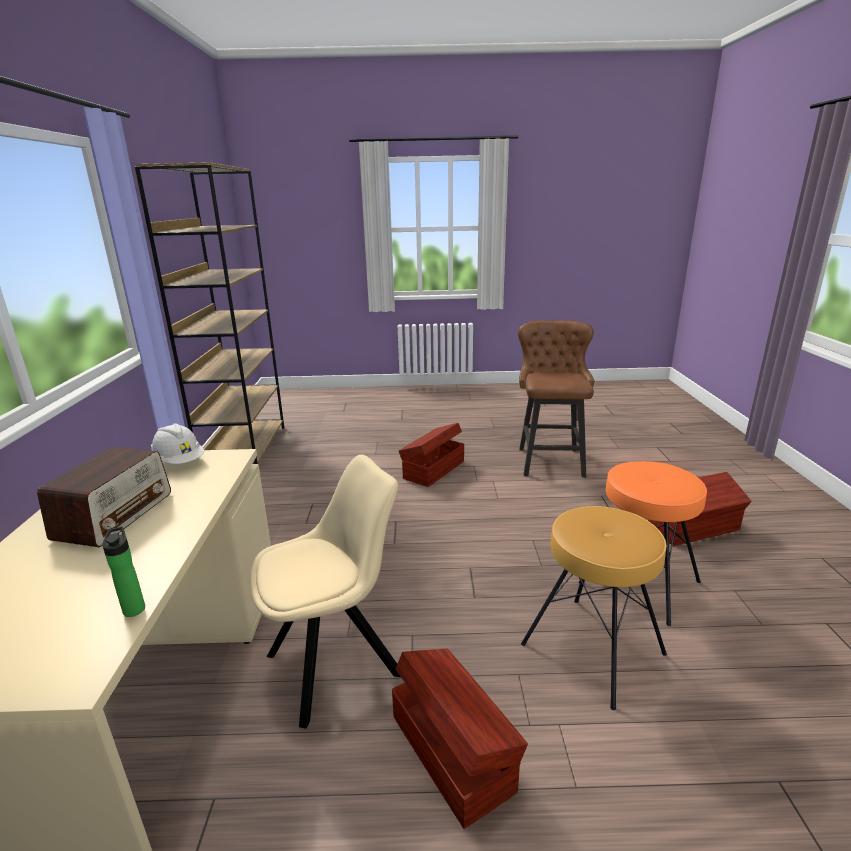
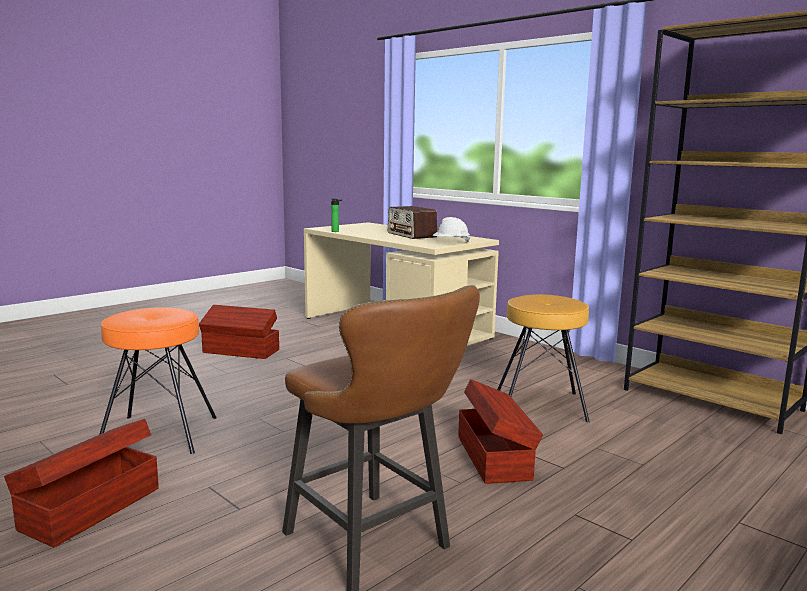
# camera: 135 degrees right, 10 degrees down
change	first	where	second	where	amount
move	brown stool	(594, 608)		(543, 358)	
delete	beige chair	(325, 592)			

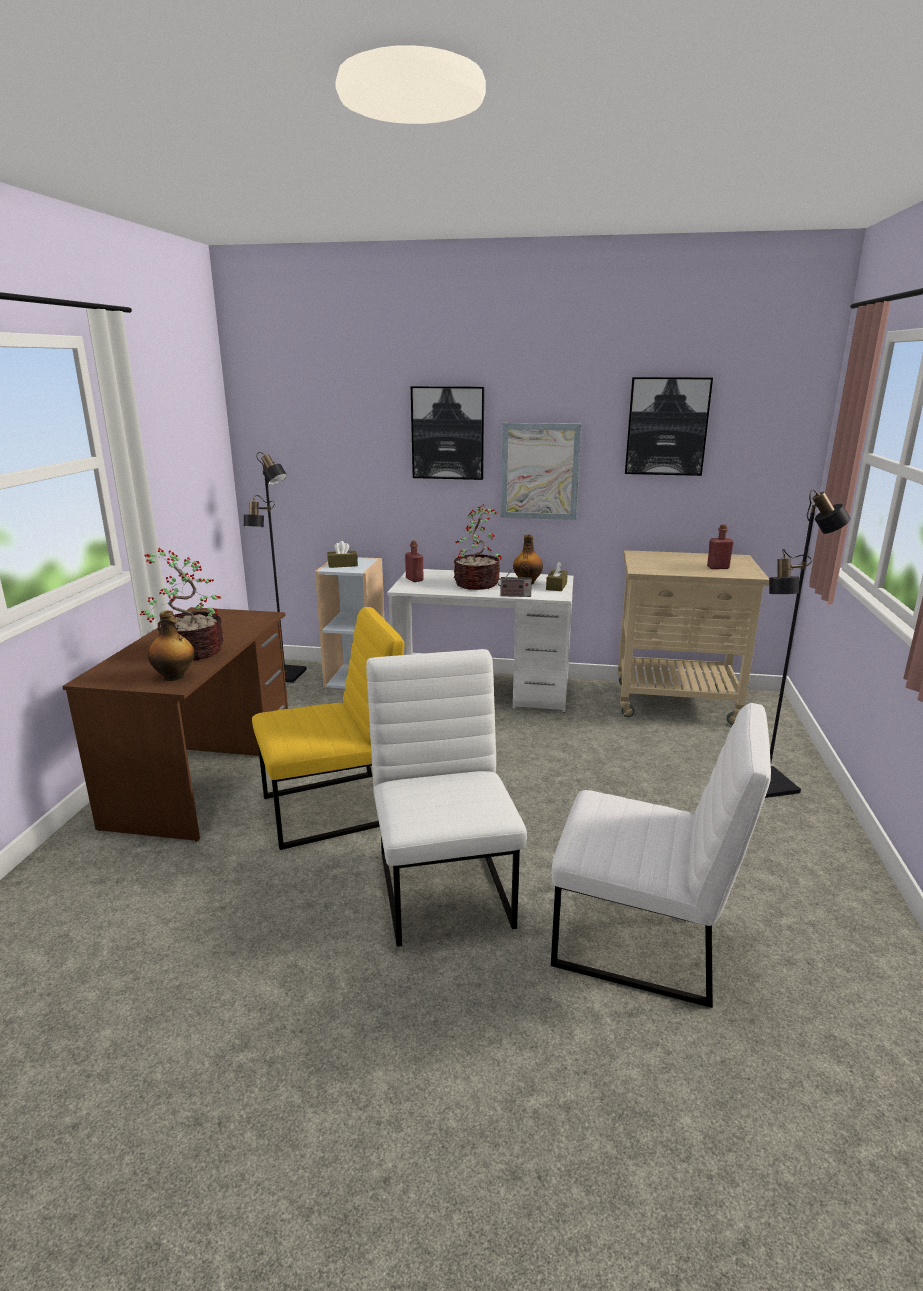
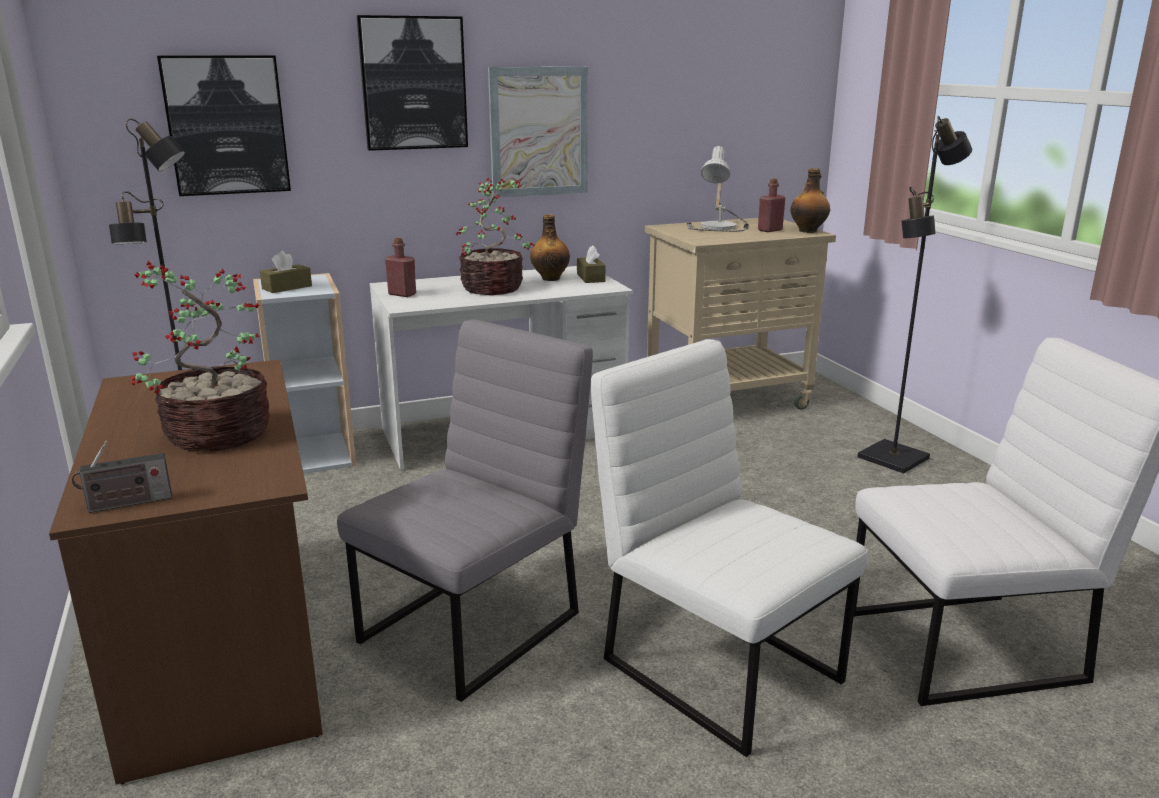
# camera: 30 degrees left, 0 degrees up
change	first	where	second	where	amount
move	radio	(514, 583)		(122, 477)	
move	picture	(669, 426)		(224, 125)	
recolor	yellow chair	(328, 728)	grey chair	(465, 511)	
insert			table lamp	(718, 189)	
move	bottle	(171, 645)		(810, 200)	

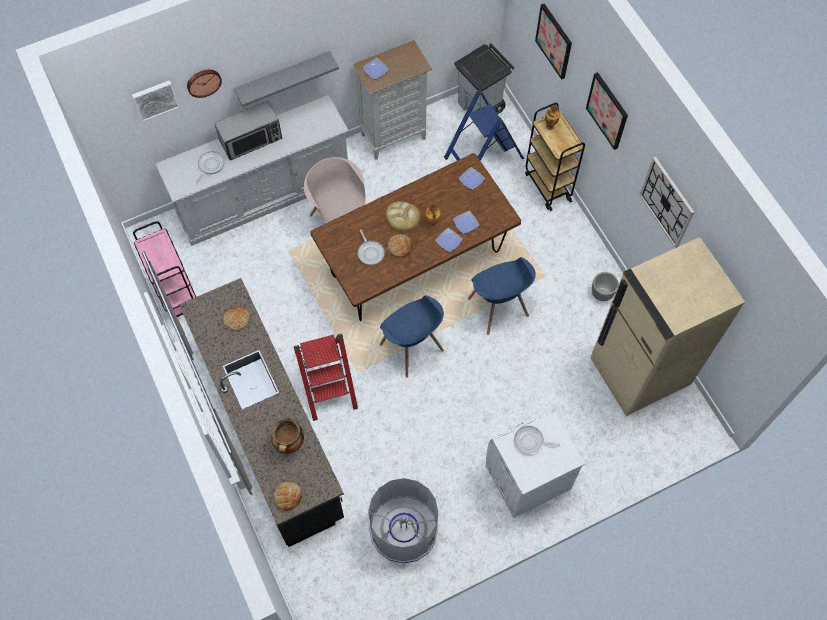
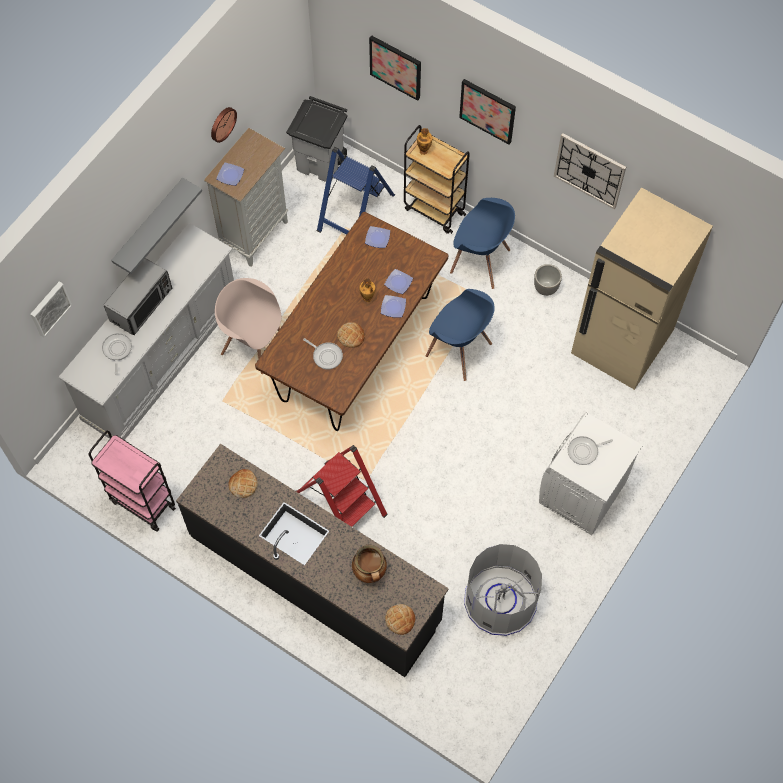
# camera: 30 degrees left, 0 degrees up
change	first	where	second	where	amount
move	wall clock	(204, 84)		(224, 125)	
move	blue chair	(412, 336)		(482, 243)	
delete	bread	(402, 216)			

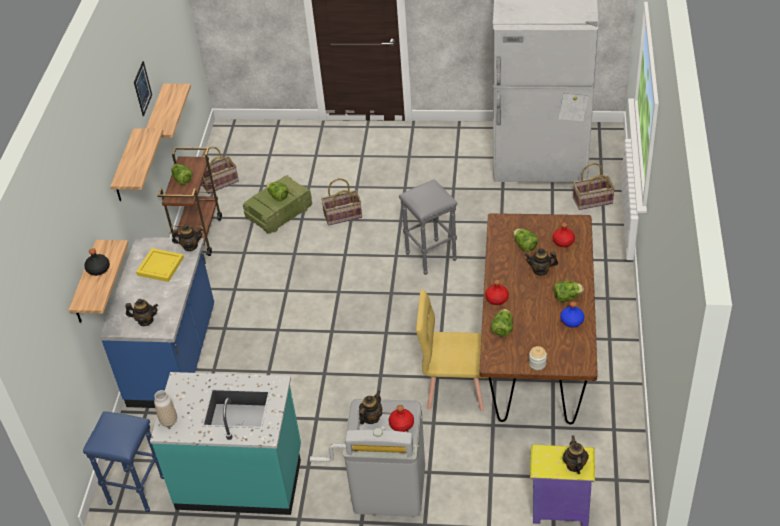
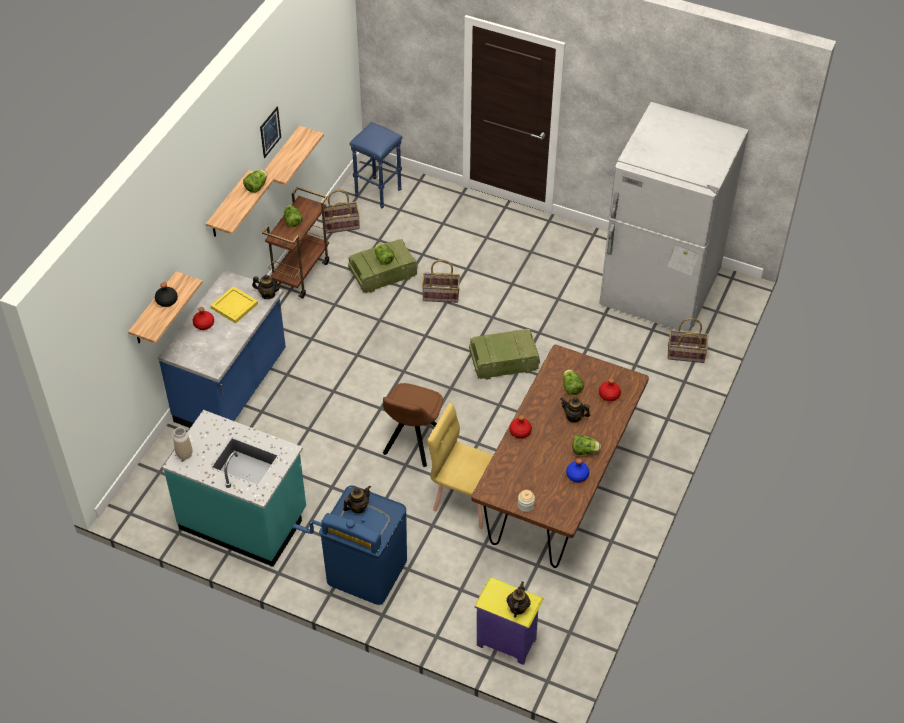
# camera: 15 degrees right, 5 degrees up
change	first	where	second	where	amount
move	red bottle	(401, 418)		(203, 318)	
move	lettuce	(502, 323)		(255, 181)	
recolor	grey washing machine	(367, 458)	blue washing machine	(350, 545)	
move	blue stool	(123, 461)		(376, 165)	
insert			brown chair	(413, 425)	
replace	grey stool	(428, 227)	crate	(504, 354)	
delete	teapot	(141, 312)			

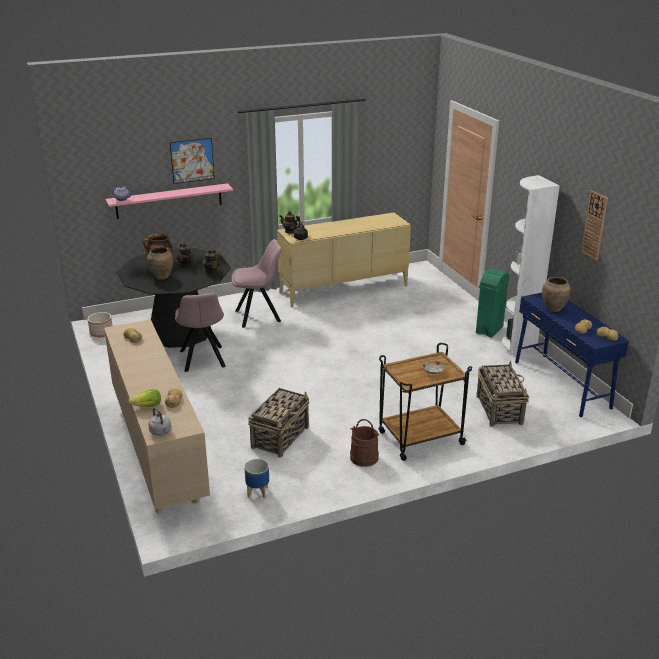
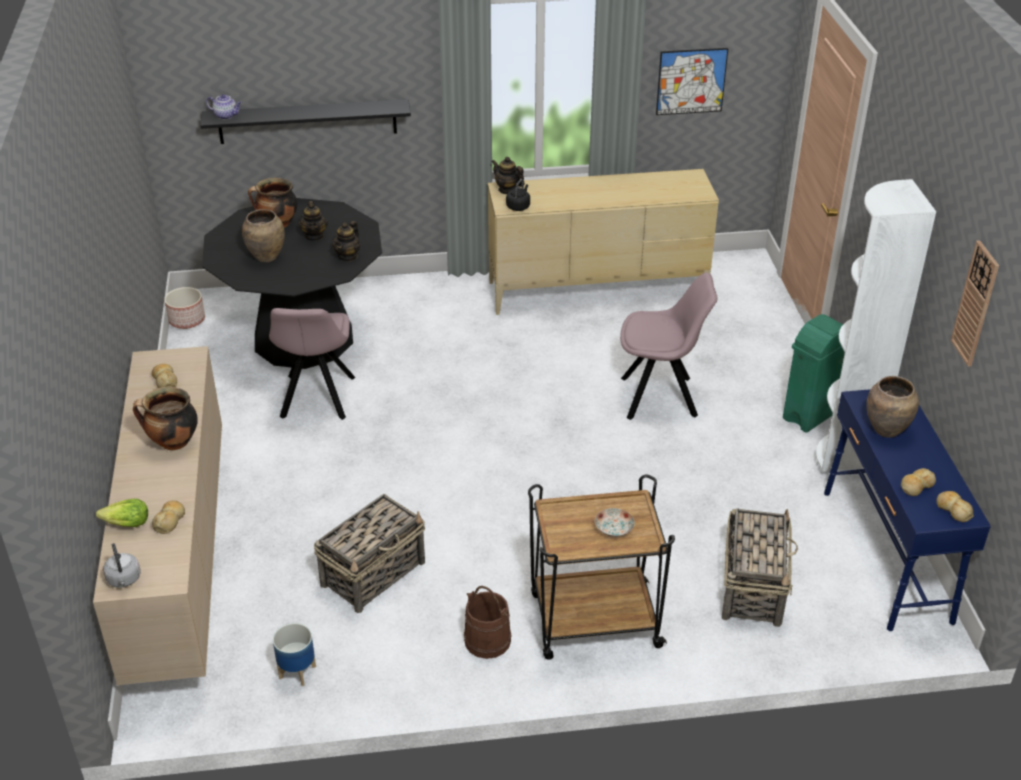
# camera: 15 degrees right, 10 degrees up
change	first	where	second	where	amount
insert			cooking pot	(165, 418)	
recolor	pink shelf	(169, 201)	black shelf	(305, 121)	
move	pink chair	(257, 283)		(668, 346)	
move	picture	(192, 161)		(692, 81)	

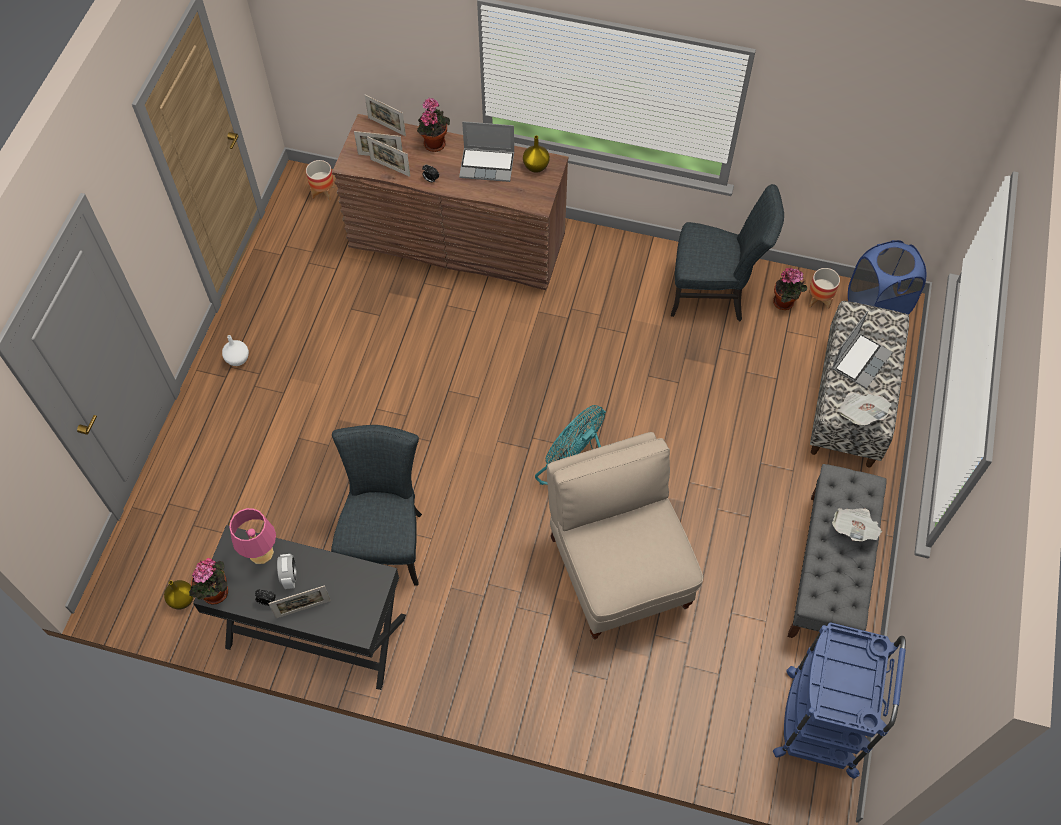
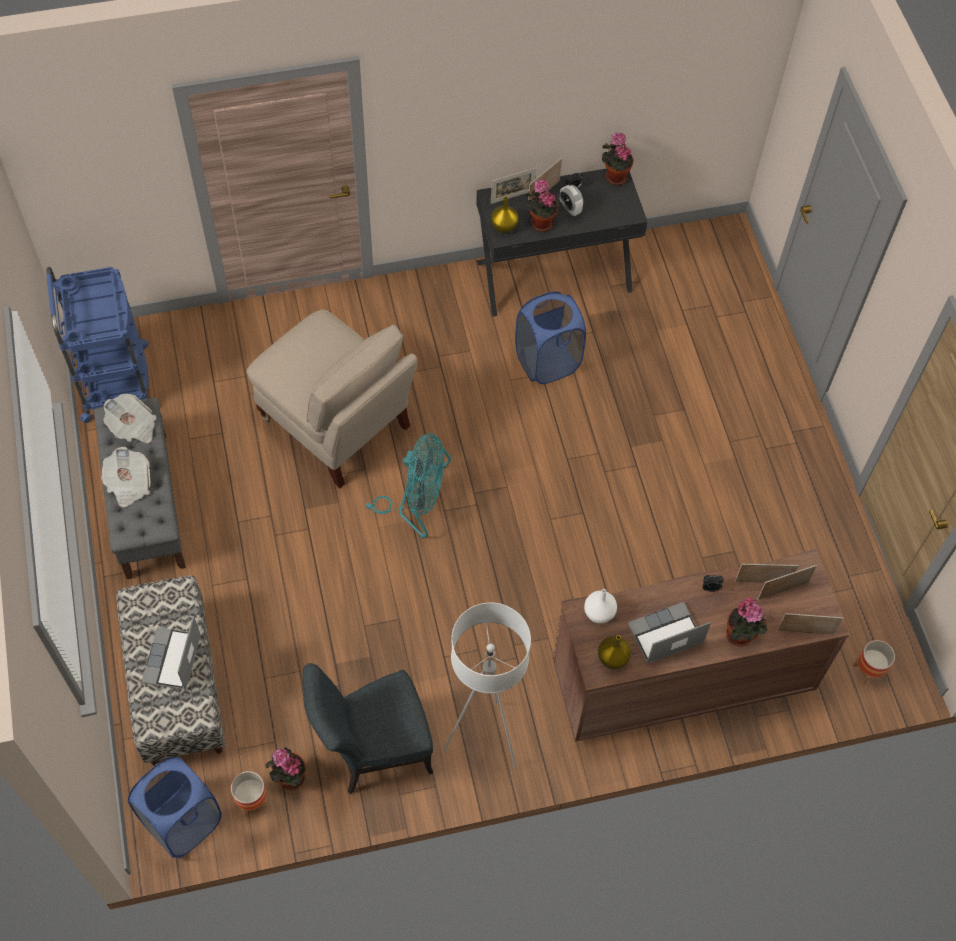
# camera: 150 degrees right, 0 degrees up
change	first	where	second	where	amount
move	newspaper	(864, 408)		(129, 418)	
insert			white floor lamp	(487, 685)	
insert			picture frame	(514, 186)	
move	yellow vase	(179, 594)		(505, 214)	
replace	grey chair	(376, 505)	blue laundry basket	(550, 337)	
insert			potted plant	(541, 205)	
move	white vase	(235, 350)		(600, 606)	
delete	pink table lamp	(252, 536)			

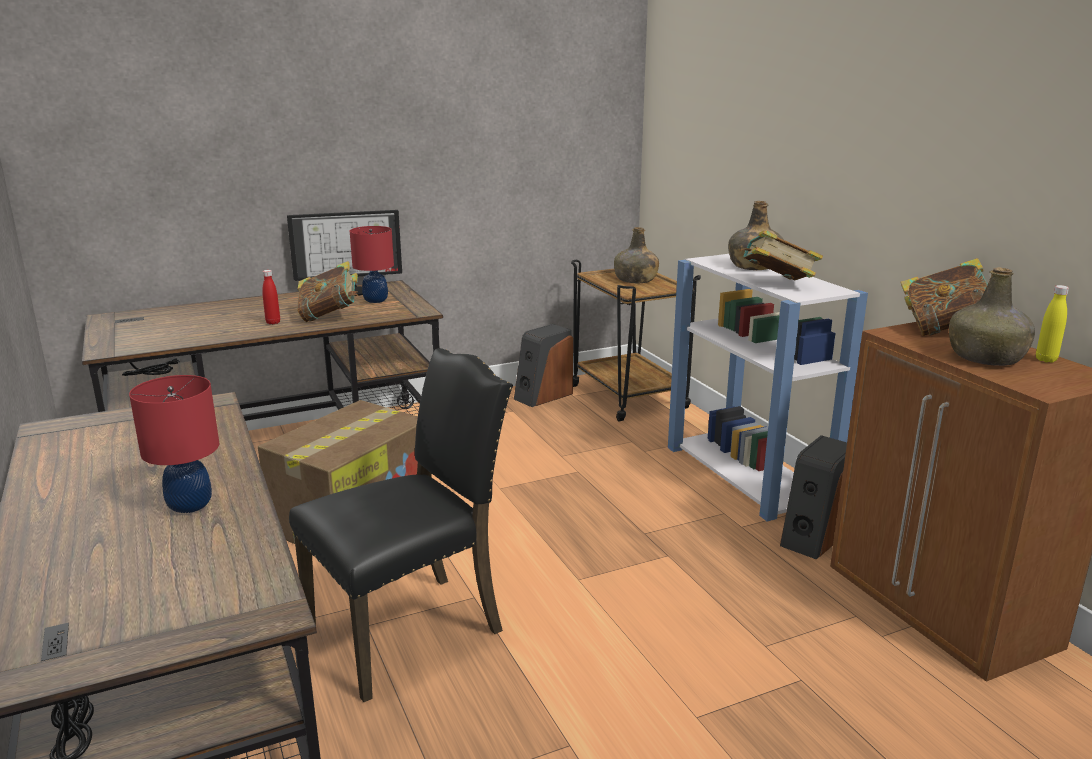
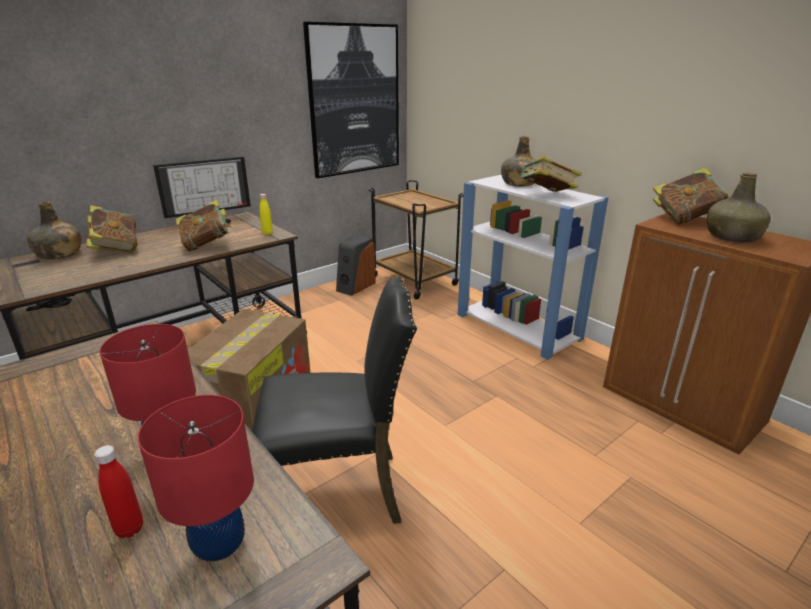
# camera: 15 degrees left, 5 degrees up
change	first	where	second	where	amount
move	green bottle	(636, 255)		(54, 230)	
insert			book	(112, 229)	
move	red bottle	(271, 297)		(118, 491)	
move	red table lamp	(372, 264)		(196, 478)	
rotate	black chair	(401, 525)		(334, 400)	45 degrees clockwise
move	yellow bottle	(1052, 324)		(266, 214)	
insert			picture	(351, 100)	
delete	speaker	(813, 497)			

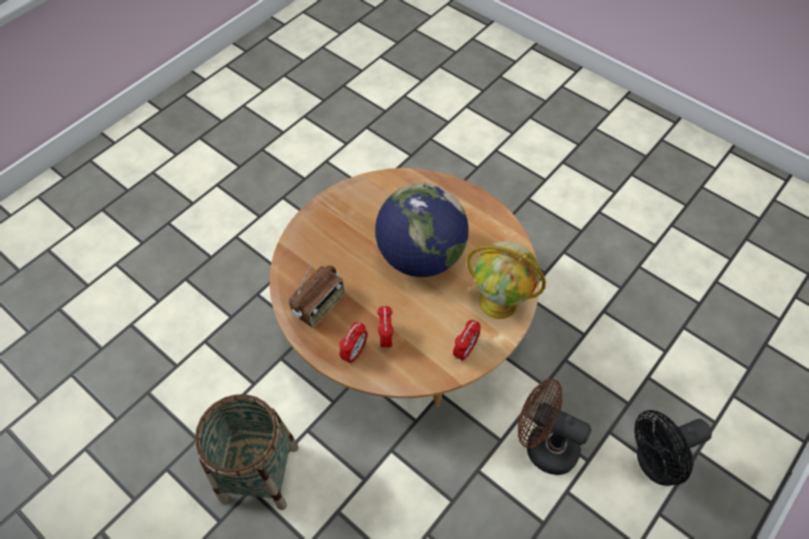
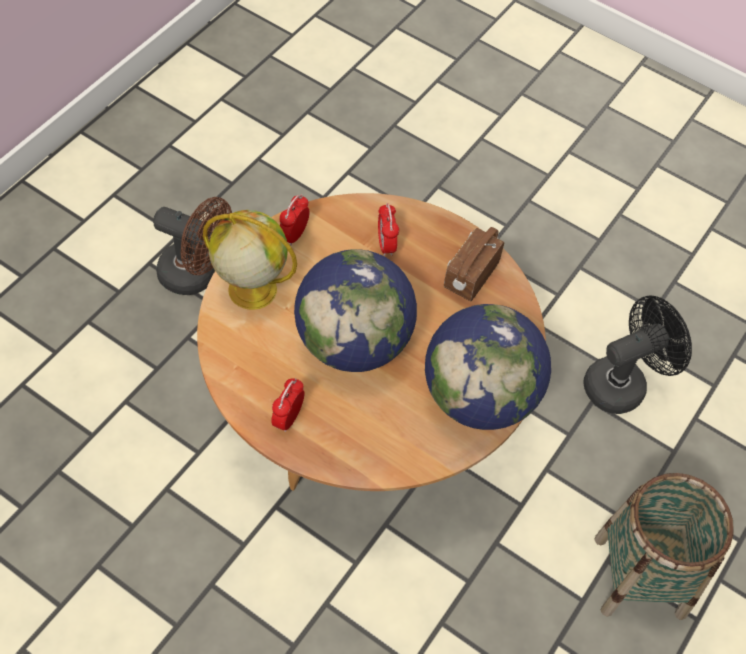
# camera: 170 degrees right, 0 degrees up
change	first	where	second	where	amount
move	alarm clock	(353, 343)		(288, 405)	
insert			globe	(488, 367)	
move	black fan	(673, 448)		(637, 354)	
move	basket	(246, 452)		(664, 546)	

